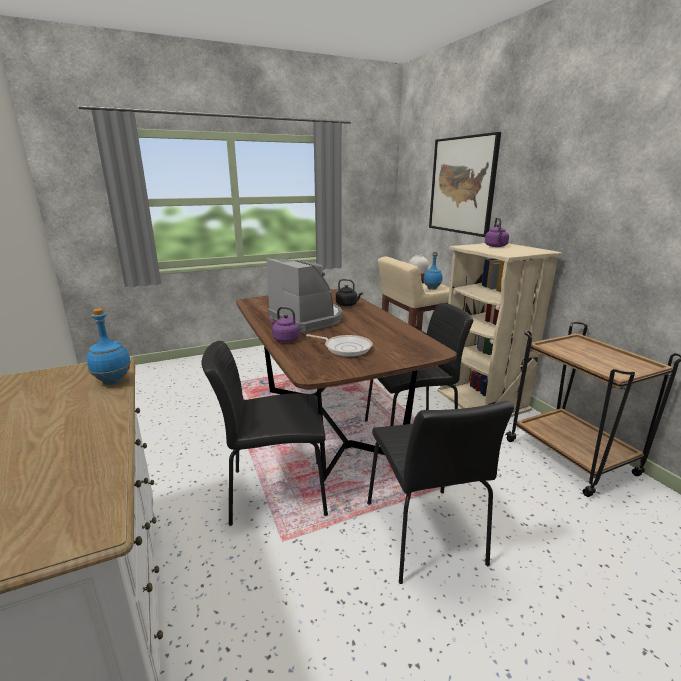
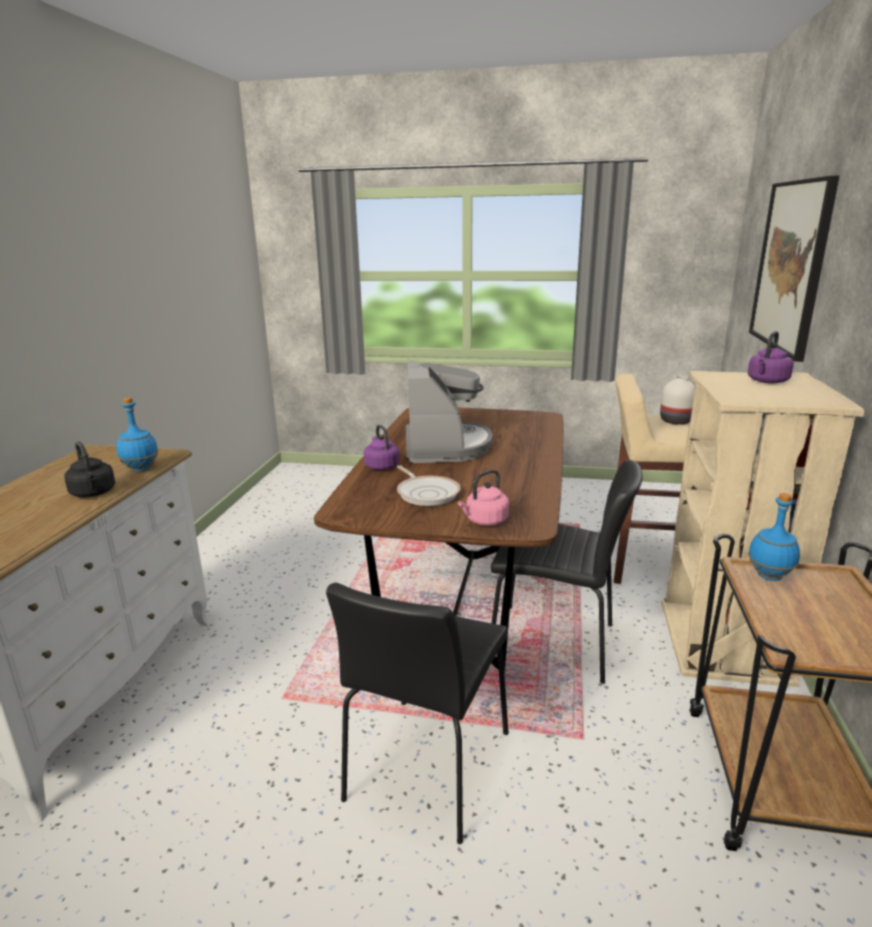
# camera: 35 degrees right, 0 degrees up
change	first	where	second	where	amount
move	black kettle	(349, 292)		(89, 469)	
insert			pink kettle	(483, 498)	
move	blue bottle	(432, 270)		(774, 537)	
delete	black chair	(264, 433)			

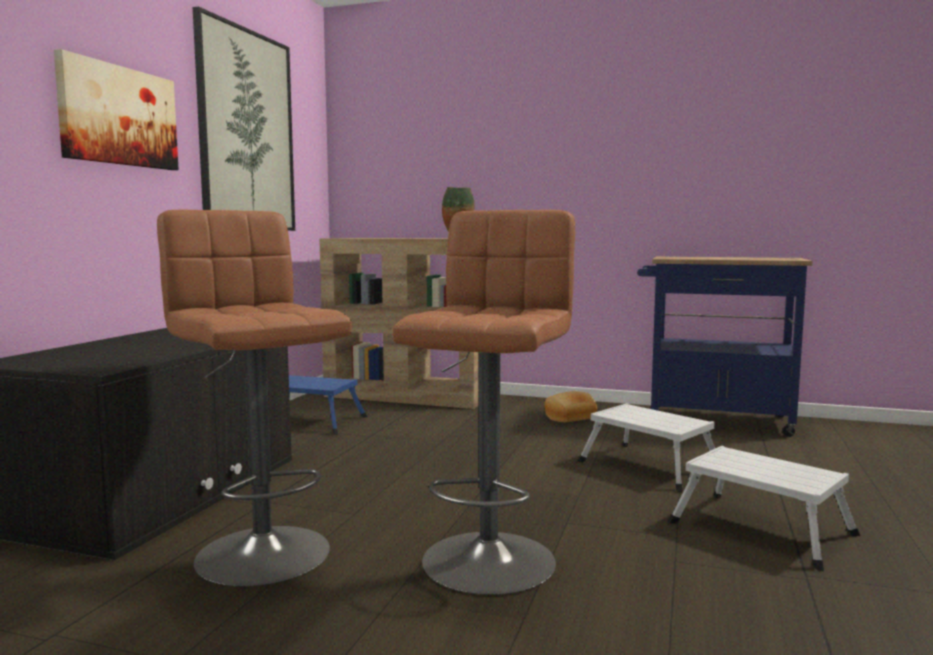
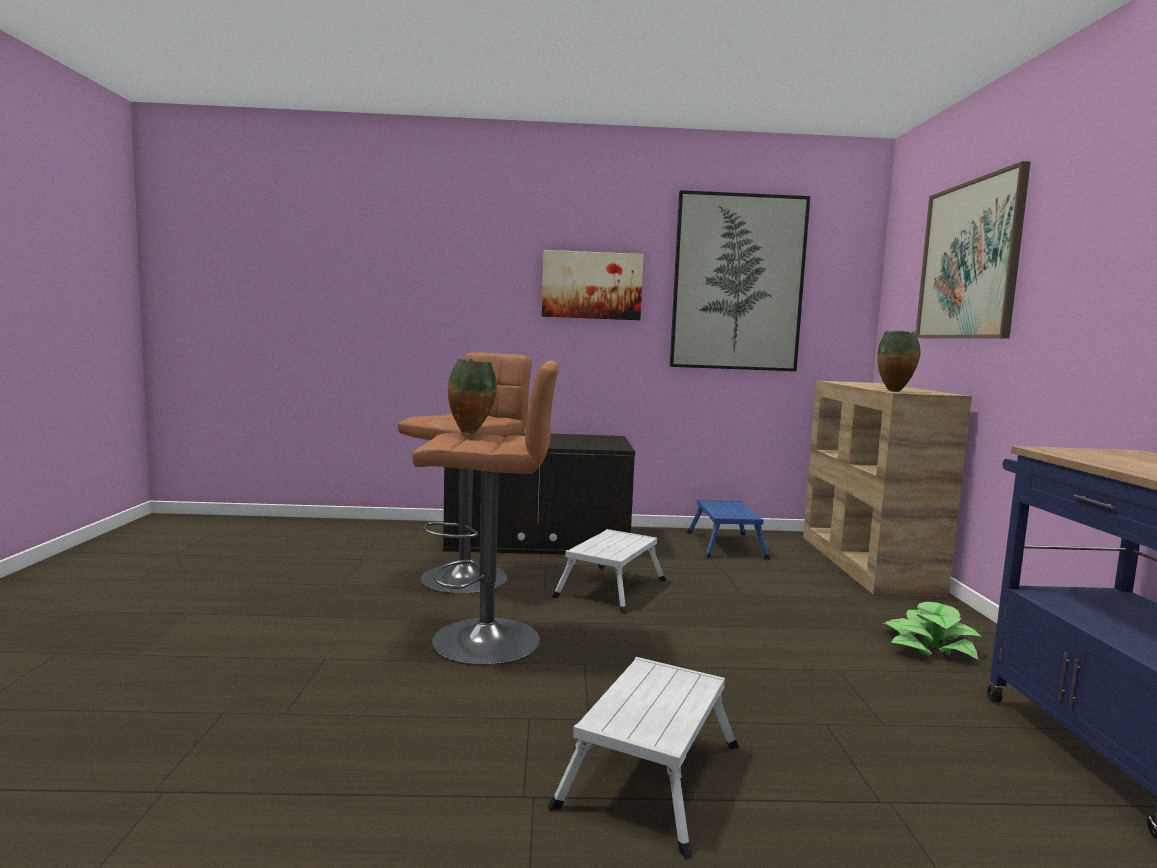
# camera: 70 degrees right, 0 degrees up
change	first	where	second	where	amount
insert			vase	(472, 395)	
move	white step ladder	(646, 447)		(609, 571)	
replace	bread	(570, 406)	potted plant	(932, 631)	
insert			picture	(973, 249)	

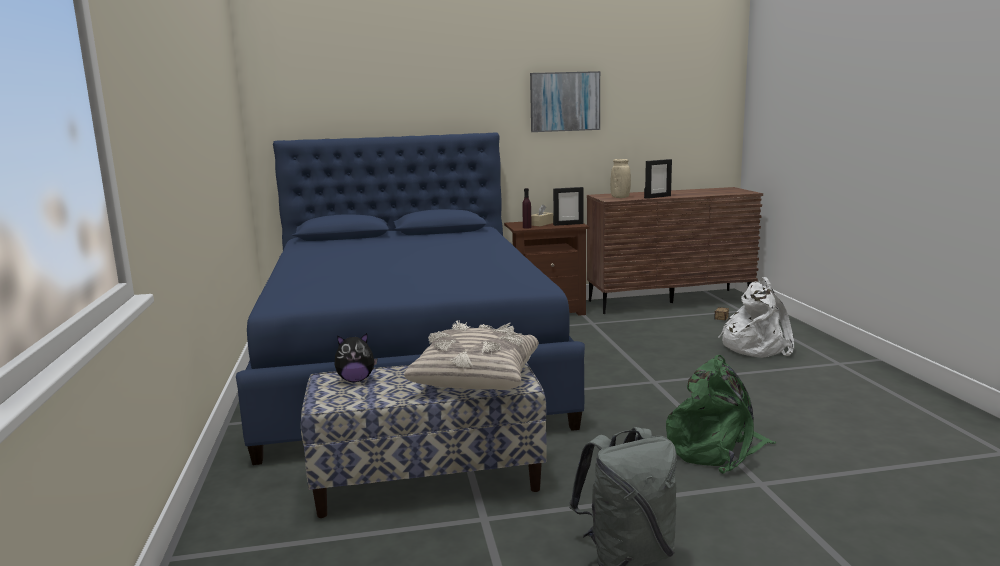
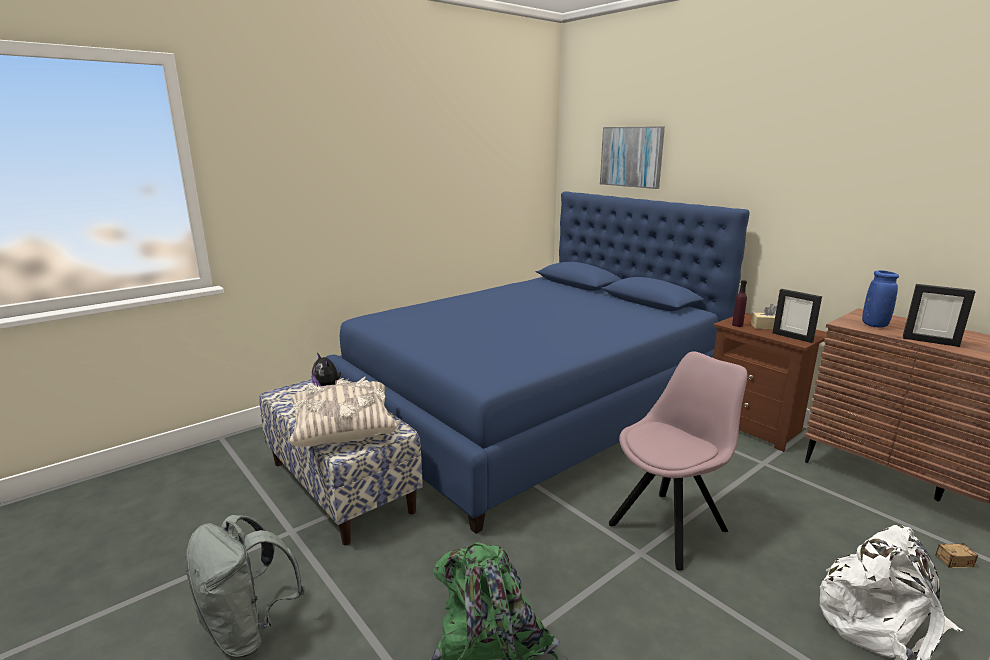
# camera: 60 degrees right, 5 degrees up
change	first	where	second	where	amount
move	picture	(565, 101)		(632, 157)	
insert			pink chair	(678, 461)	
recolor	beige vase	(620, 178)	blue vase	(880, 299)	

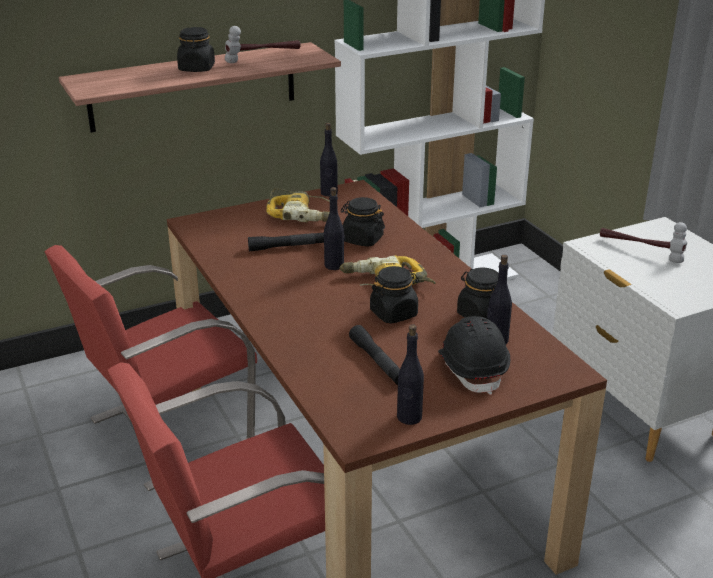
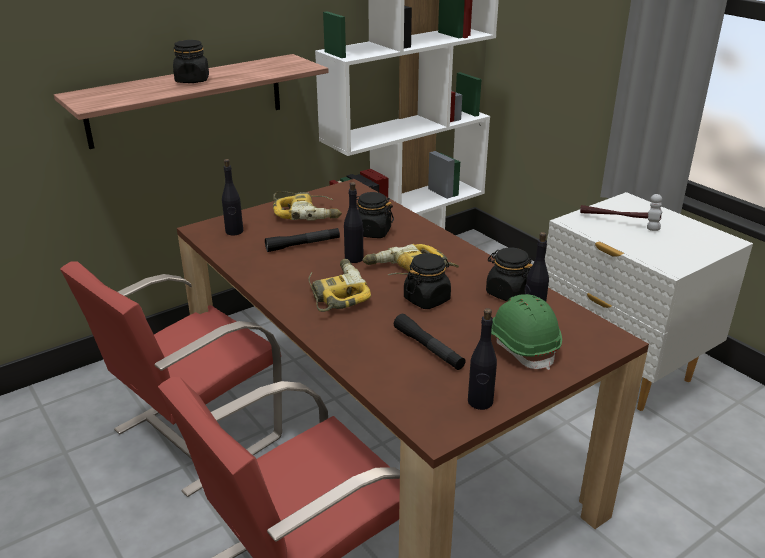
# camera: 10 degrees left, 0 degrees up
change	first	where	second	where	amount
move	black bottle	(329, 159)		(232, 197)	
insert			power drill	(339, 285)	
recolor	black hard hat	(474, 355)	green hard hat	(526, 332)	
delete	hammer	(263, 44)			

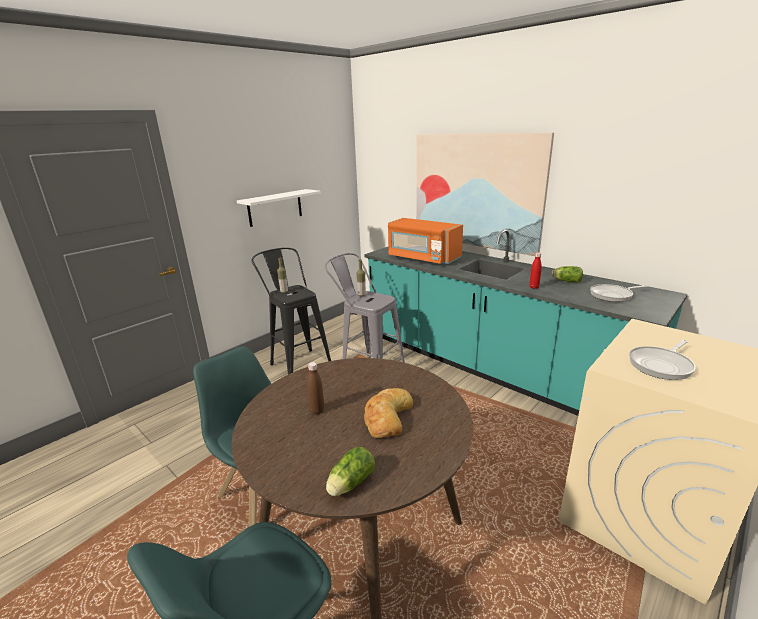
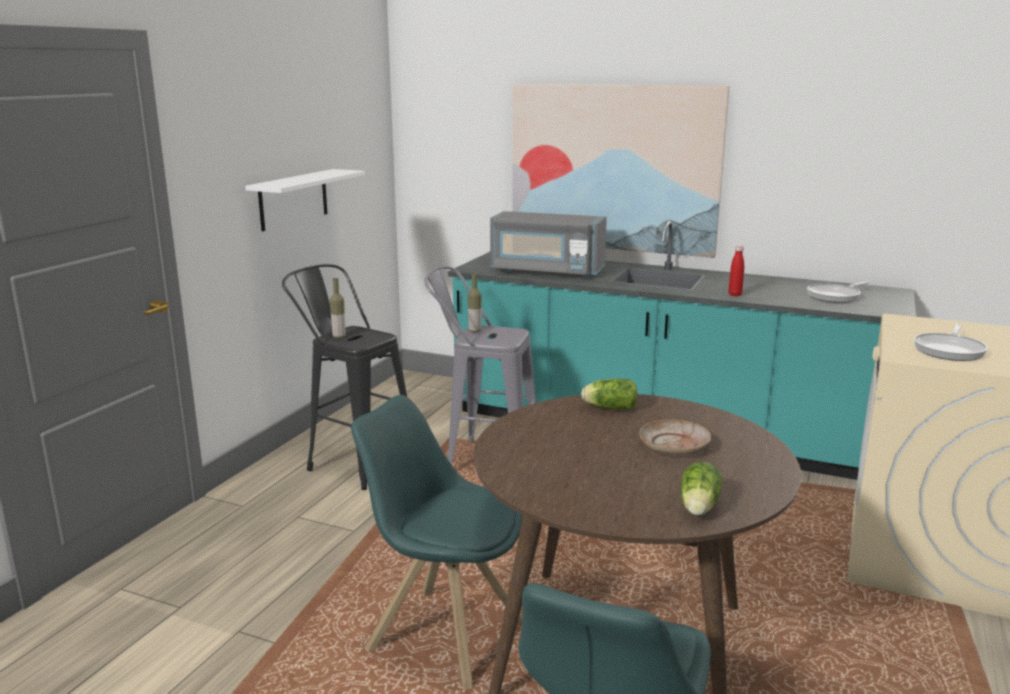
# camera: 20 degrees left, 5 degrees down
change	first	where	second	where	amount
recolor	orange microwave	(425, 241)	grey microwave	(548, 244)	
move	lettuce	(567, 274)		(609, 394)	
replace	bread	(388, 413)	beige plate	(675, 437)	
delete	brown bottle	(316, 388)			

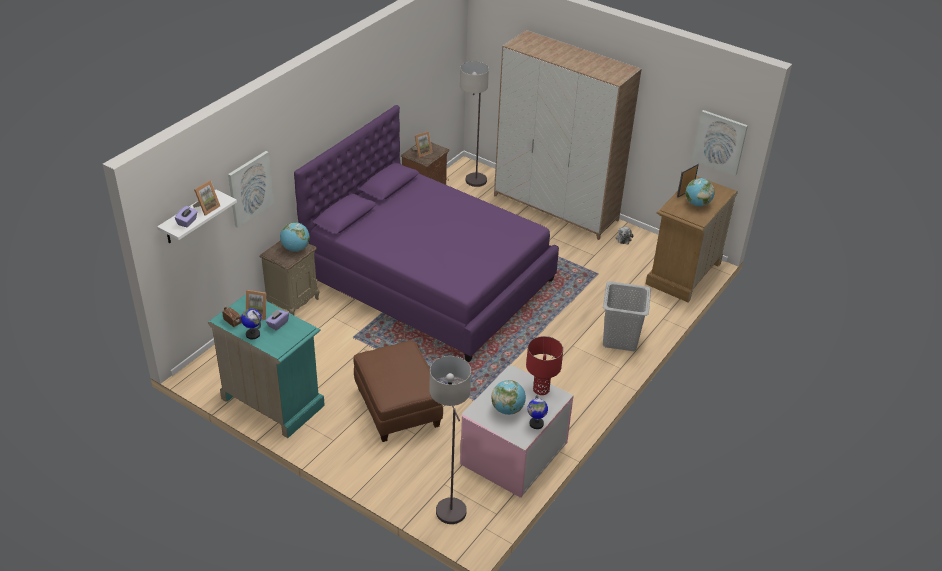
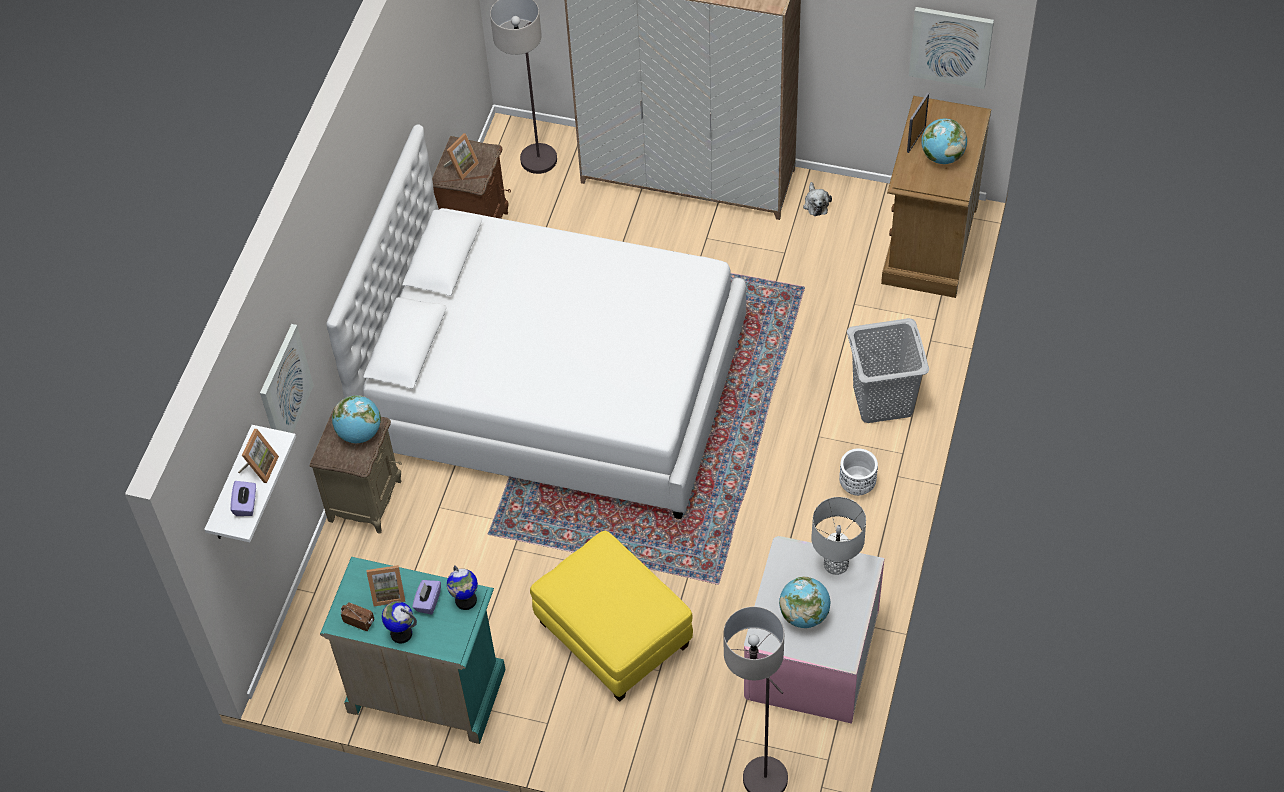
# camera: 15 degrees left, 15 degrees up
change	first	where	second	where	amount
recolor	purple bed	(426, 233)	white bed	(536, 321)	
move	globe	(537, 412)		(462, 587)	
recolor	brown ottoman	(398, 391)	yellow ottoman	(611, 616)	
recolor	red table lamp	(544, 365)	white table lamp	(838, 536)	
insert			white planter	(858, 472)	

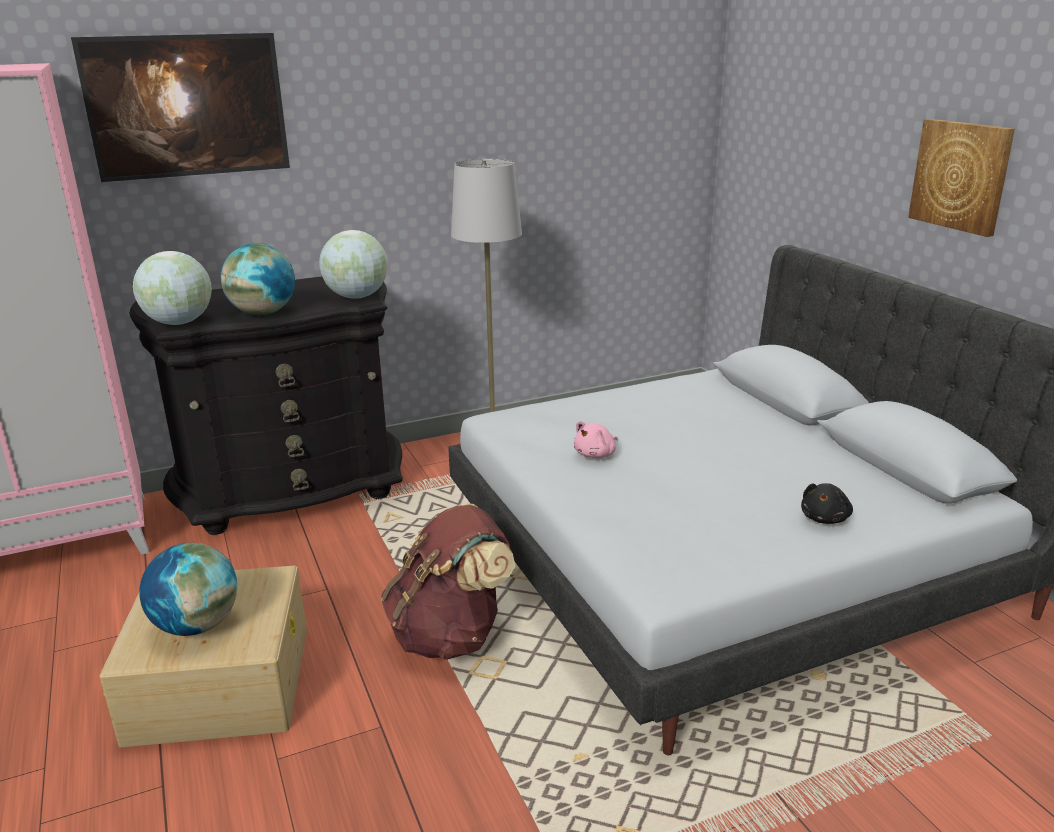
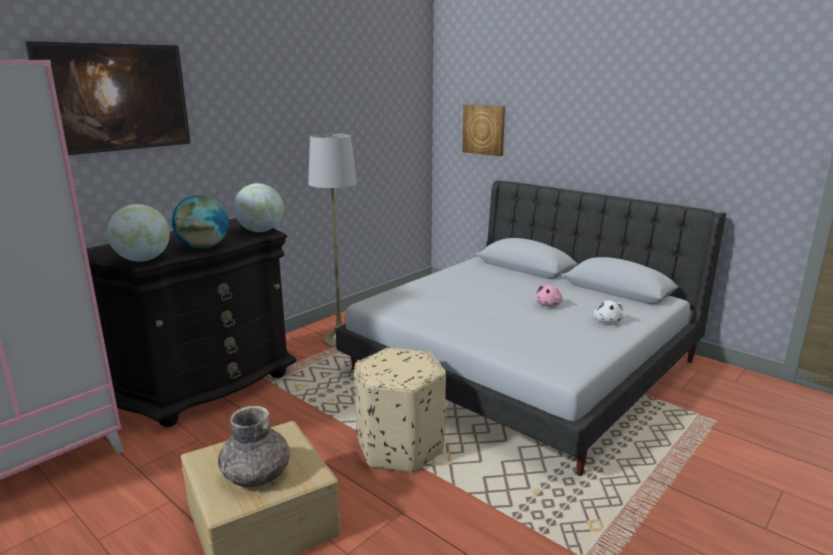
# camera: 25 degrees left, 5 degrees down
change	first	where	second	where	amount
replace	globe	(188, 589)	grey vase	(254, 446)	
replace	brown backpack	(448, 582)	beige ottoman	(400, 410)	
move	picture	(961, 178)		(483, 130)	
move	pink plush toy	(596, 439)		(549, 296)	
recolor	black plush toy	(827, 503)	white plush toy	(608, 312)	

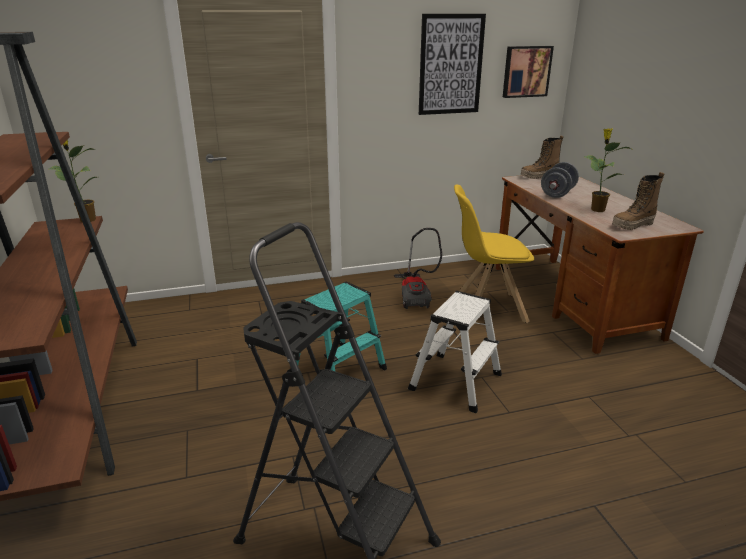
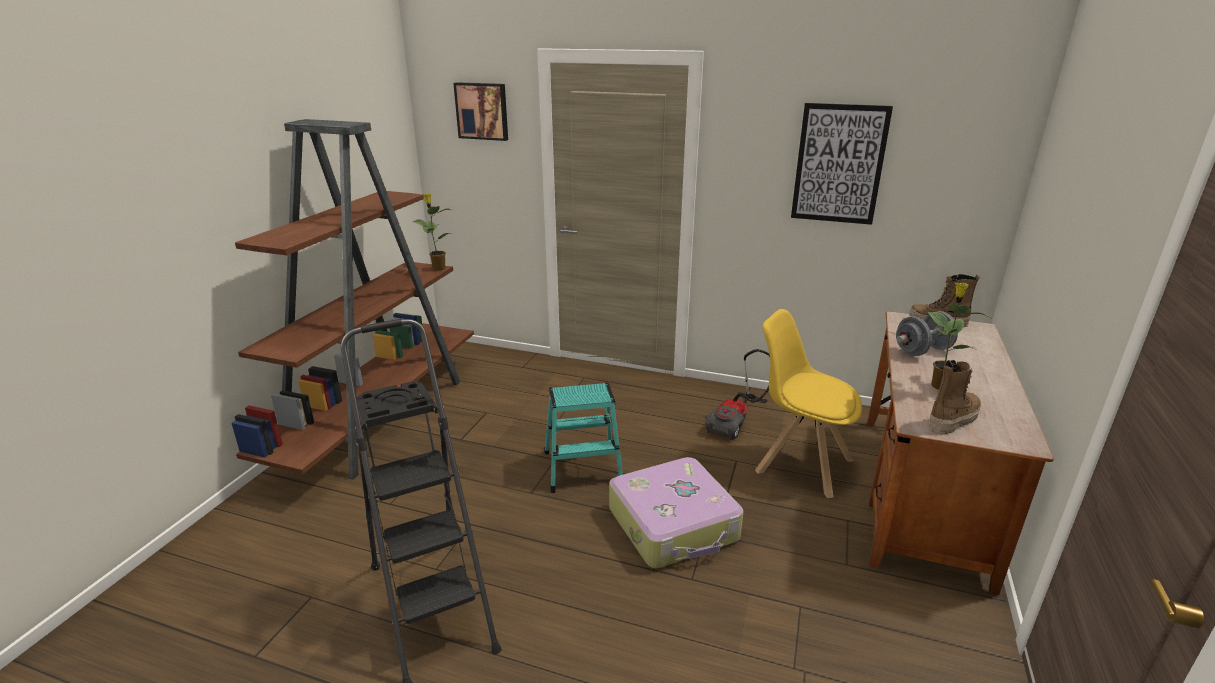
# camera: 35 degrees right, 0 degrees up
change	first	where	second	where	amount
move	picture	(528, 72)		(480, 111)	
replace	white step ladder	(455, 352)	suitcase	(676, 512)	
rotate	boot	(638, 201)		(955, 397)	135 degrees clockwise

